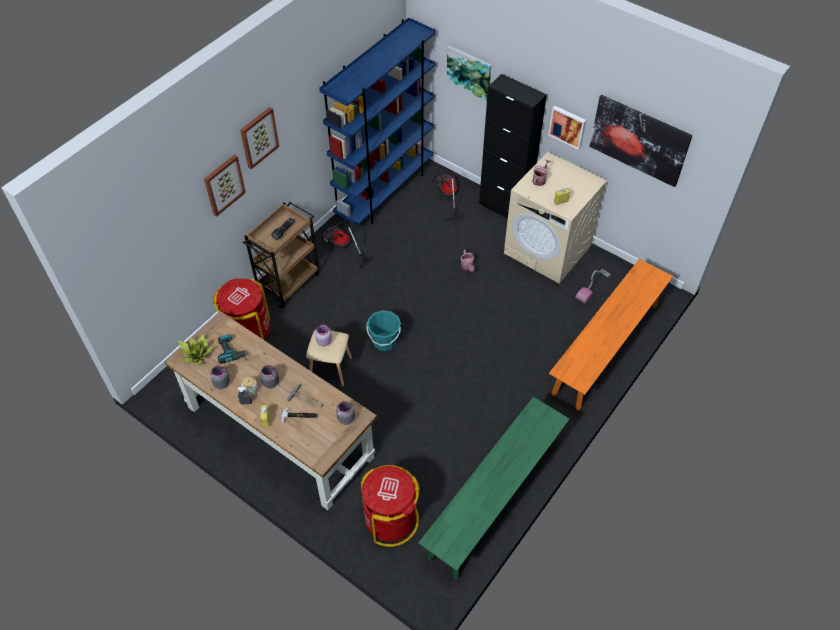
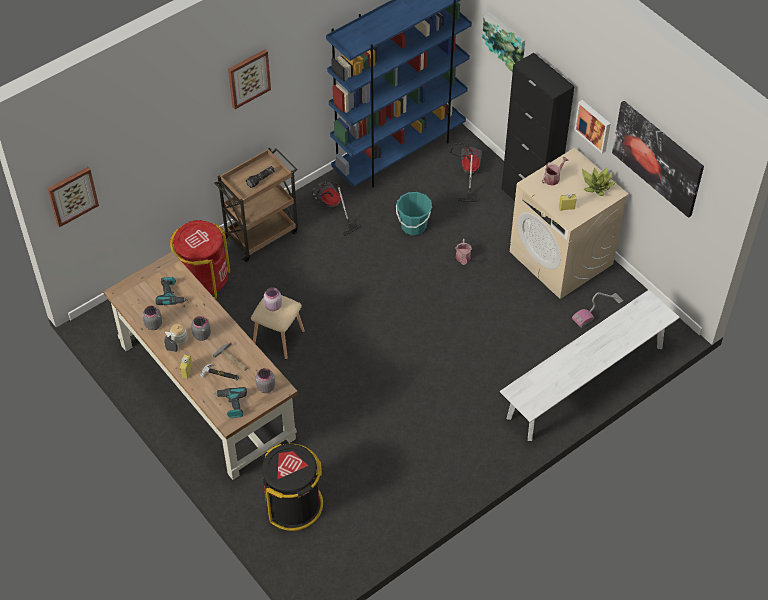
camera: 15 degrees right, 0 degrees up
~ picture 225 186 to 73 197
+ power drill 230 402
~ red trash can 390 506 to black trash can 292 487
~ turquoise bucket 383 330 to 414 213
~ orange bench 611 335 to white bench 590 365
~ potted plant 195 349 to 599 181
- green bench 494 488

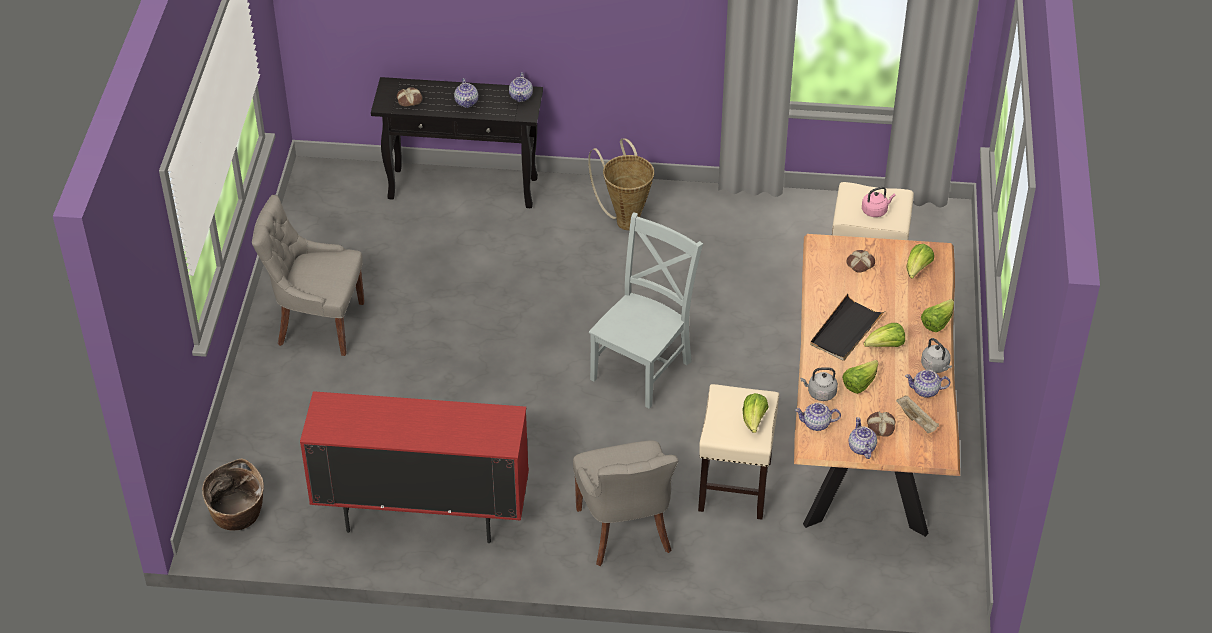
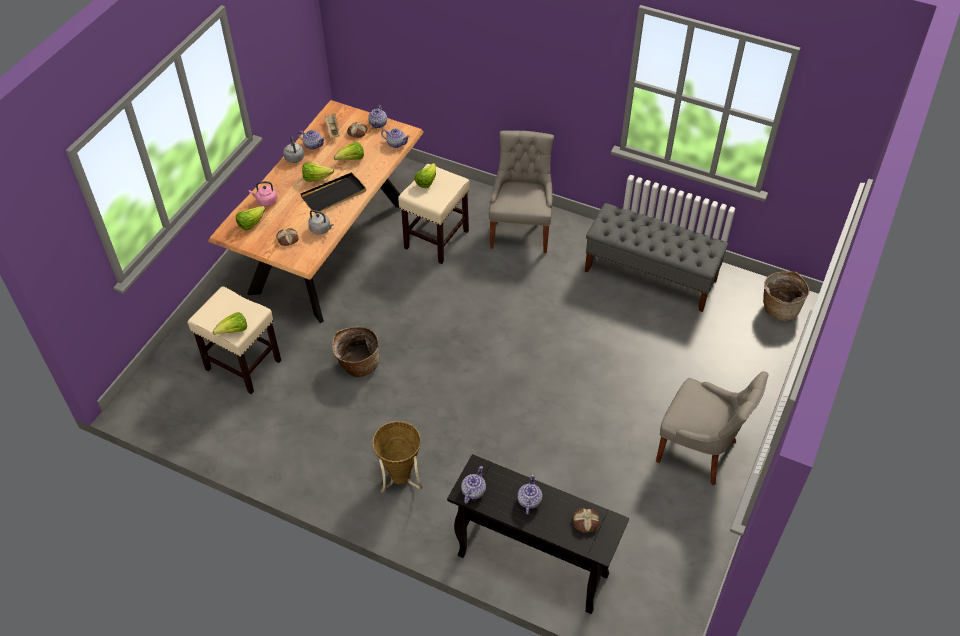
camera: 160 degrees left, 5 degrees up
~ lettuce 937 315 to 230 323
~ pink kettle 878 202 to 263 193
~ grey kettle 819 384 to 321 222
+ basket 355 352
~ red cabinet 414 467 to grey bench 657 257
- grey chair 646 310

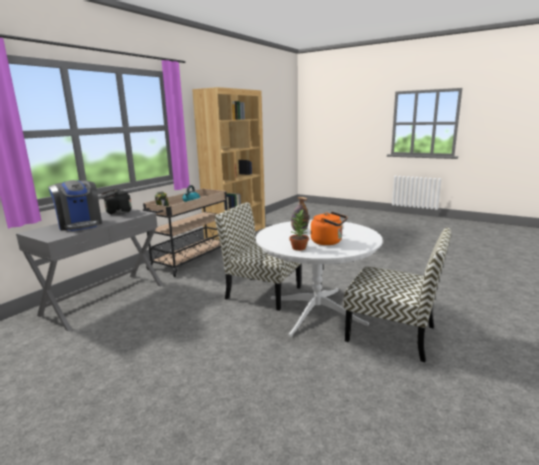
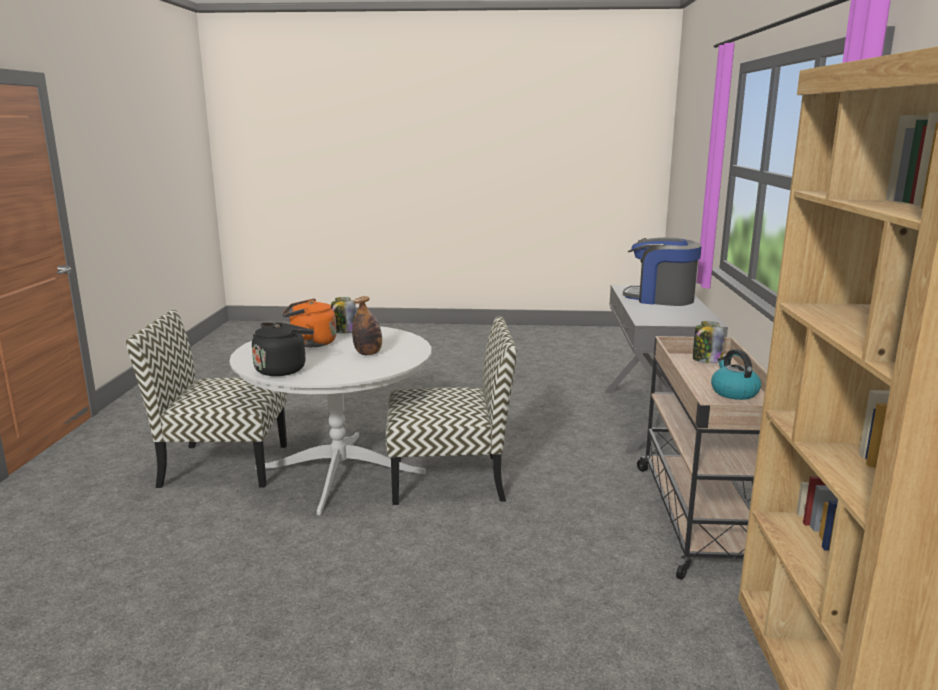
camera: 150 degrees right, 0 degrees up
~ black kettle 116 202 to 283 349
~ potted plant 299 230 to jar 343 315

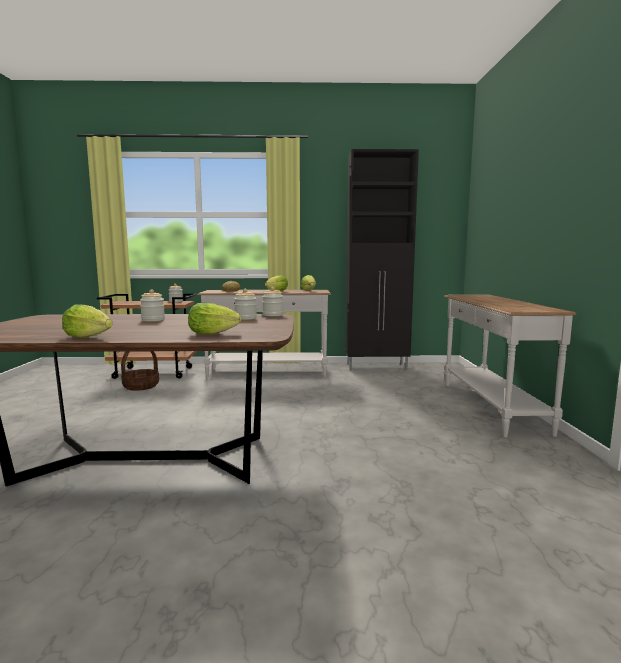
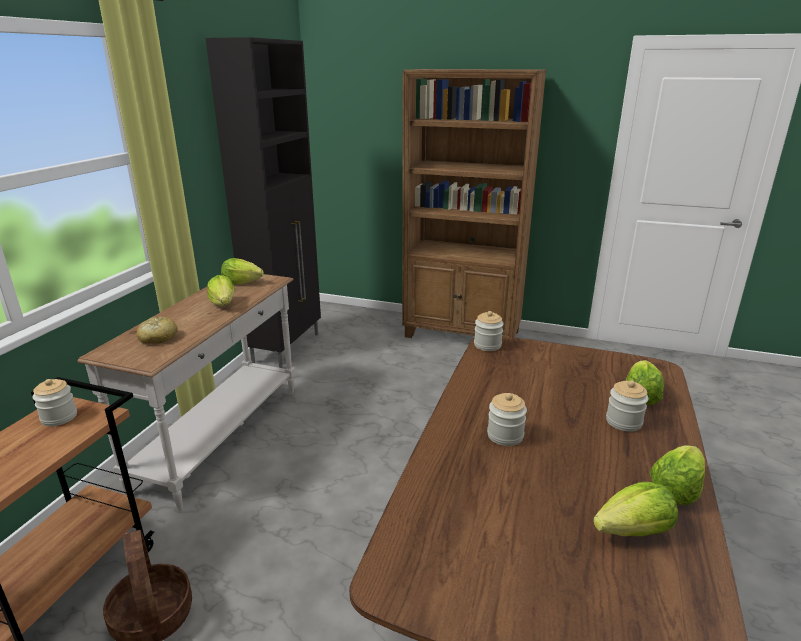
camera: 70 degrees left, 15 degrees up
~ white console table 510 366 to brown bookcase 474 203
+ lettuce 635 509
~ jar 245 304 to 627 406

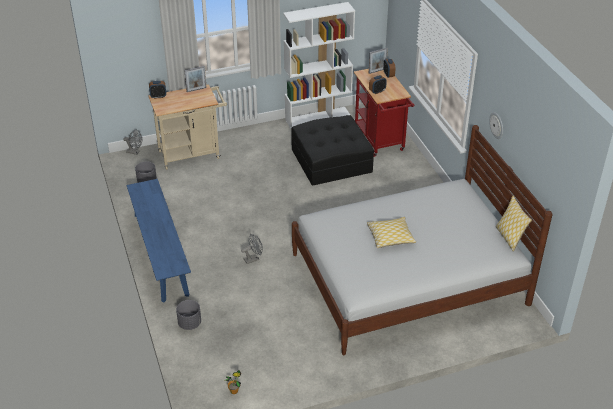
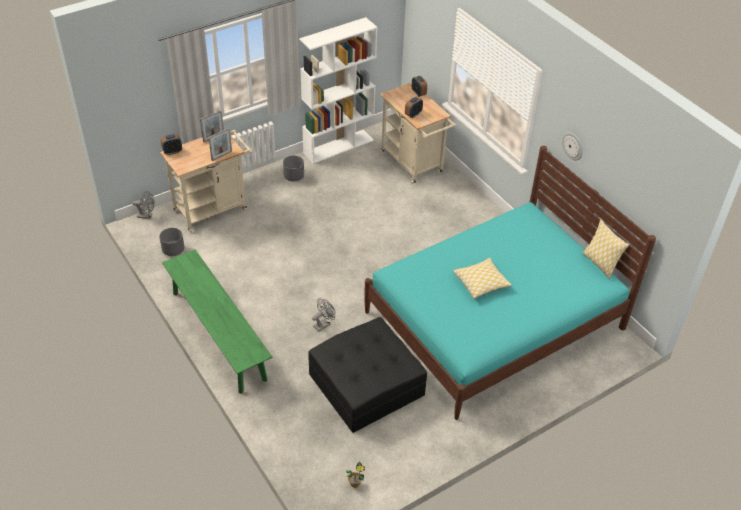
camera: 15 degrees left, 5 degrees up
~ blue bench 159 241 to green bench 217 321
~ picture frame 378 61 to 220 144
~ grey planter 188 315 to 293 168
~ black ottoman 332 150 to 367 375
~ white bed 422 240 to turquoise bed 510 283
~ red cart 384 113 to beige cart 418 133

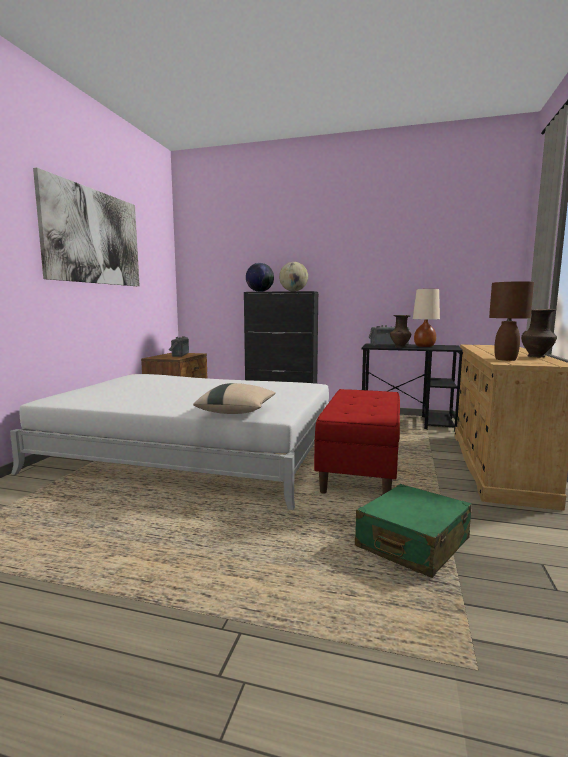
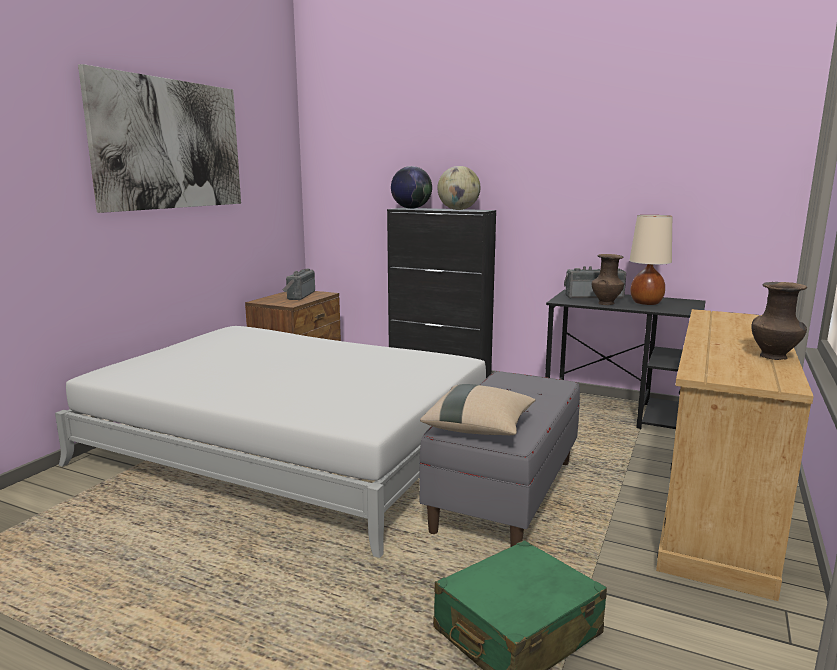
camera: 10 degrees right, 5 degrees up
~ red bench 357 441 to grey bench 499 459
~ beige pillow 234 398 to 478 409
- brown table lamp 511 321

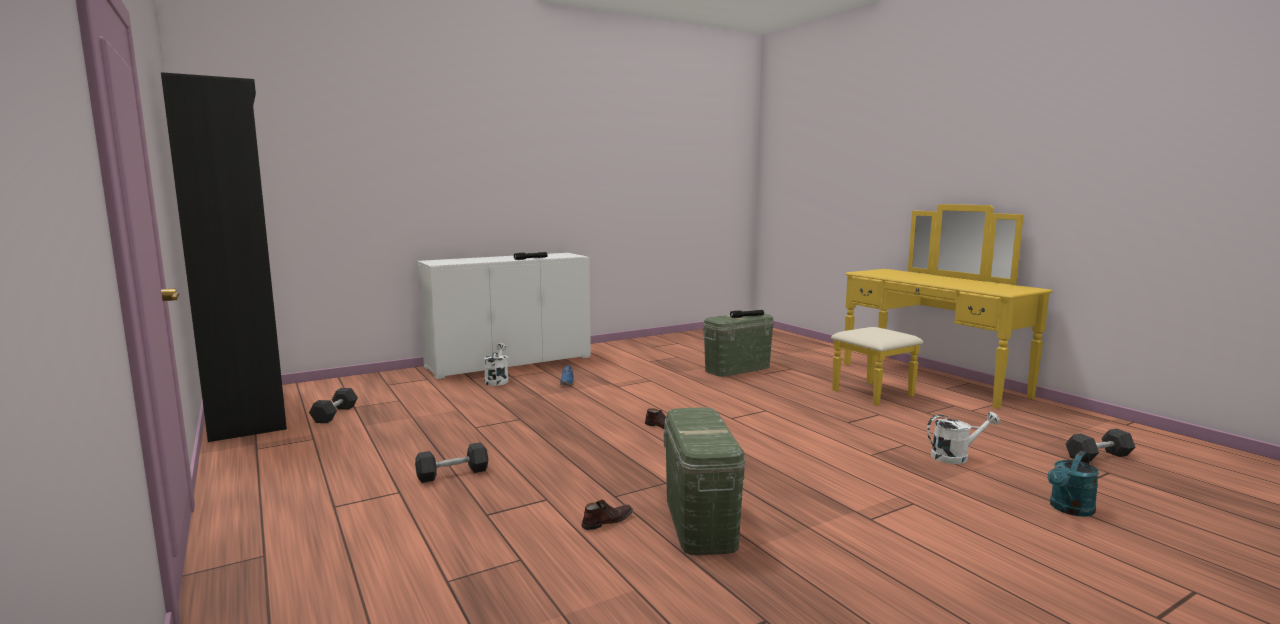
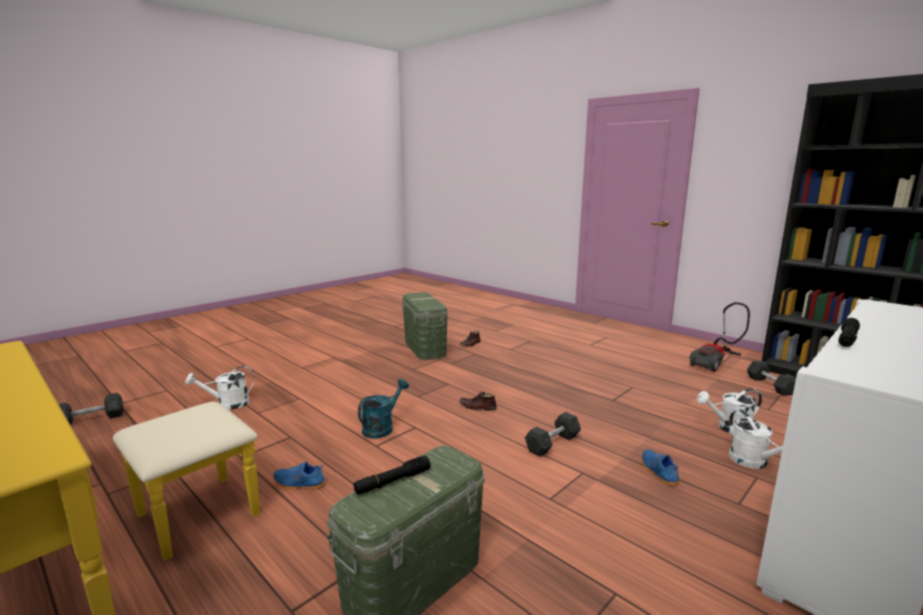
camera: 165 degrees right, 5 degrees up
+ blue shoe 300 475
~ turquoise watering can 1073 484 to 383 409
~ grey dumbbell 451 462 to 553 434
+ vacuum cleaner 719 337
+ white watering can 729 411

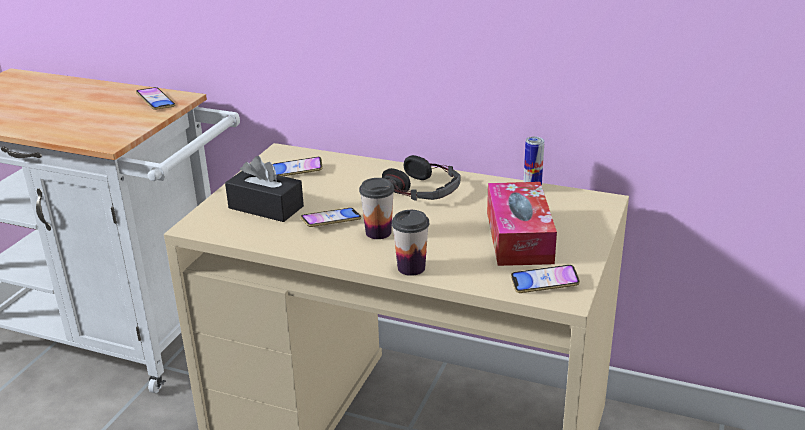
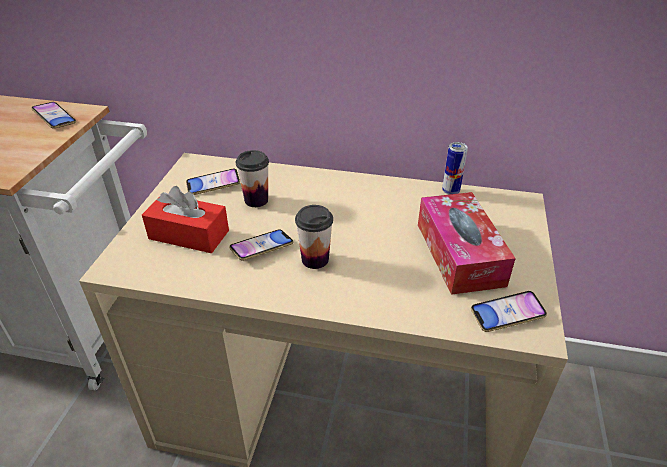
camera: 10 degrees left, 10 degrees up
~ black tissue box 264 189 to red tissue box 185 219
~ cup 410 243 to 252 178
- headphones 421 178

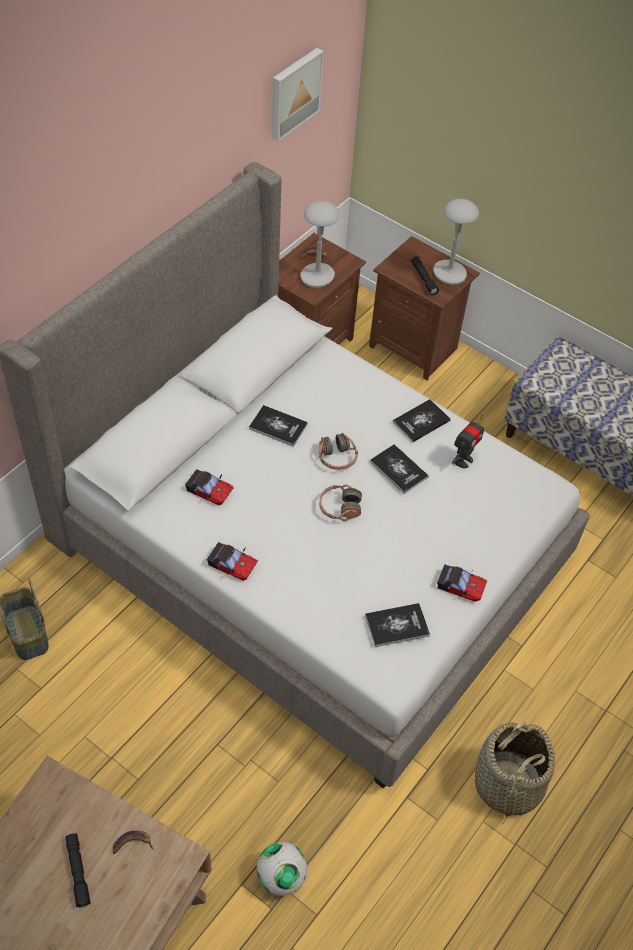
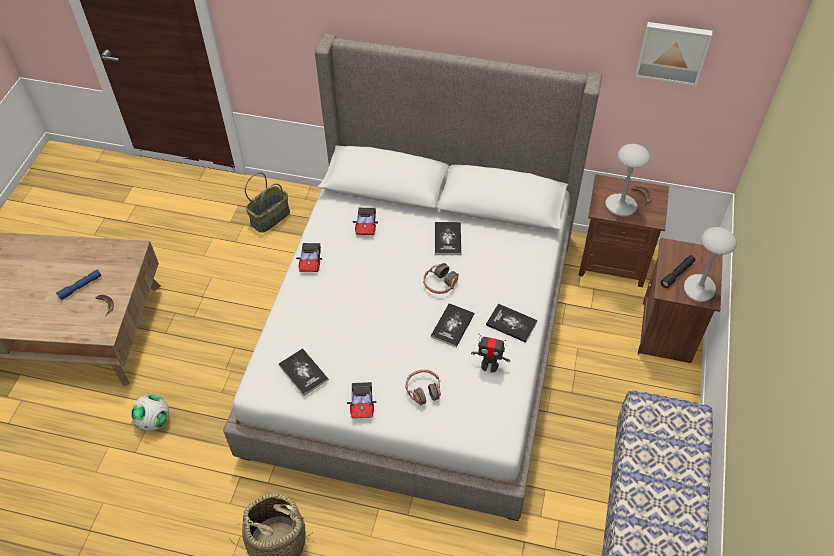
camera: 70 degrees right, 0 degrees up
~ black flashlight 78 870 to blue flashlight 78 285
~ headphones 340 503 to 423 387

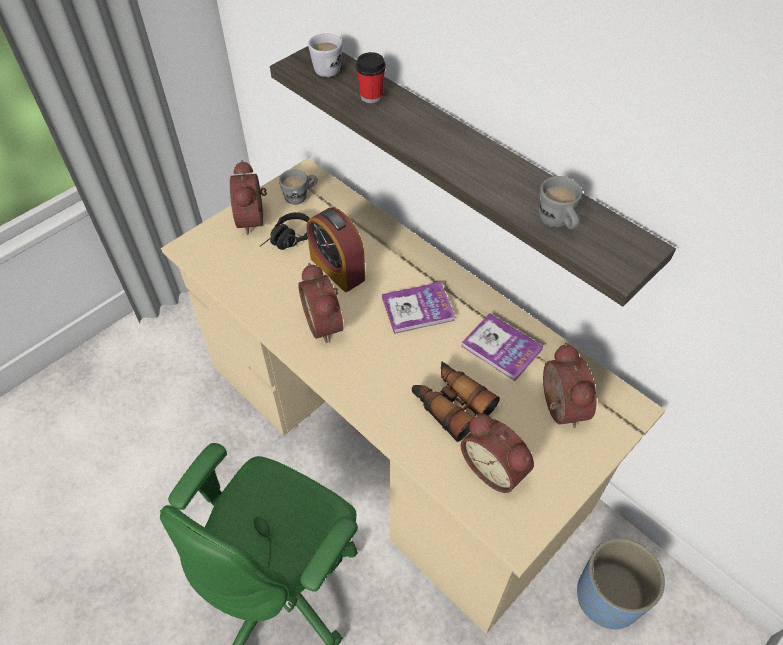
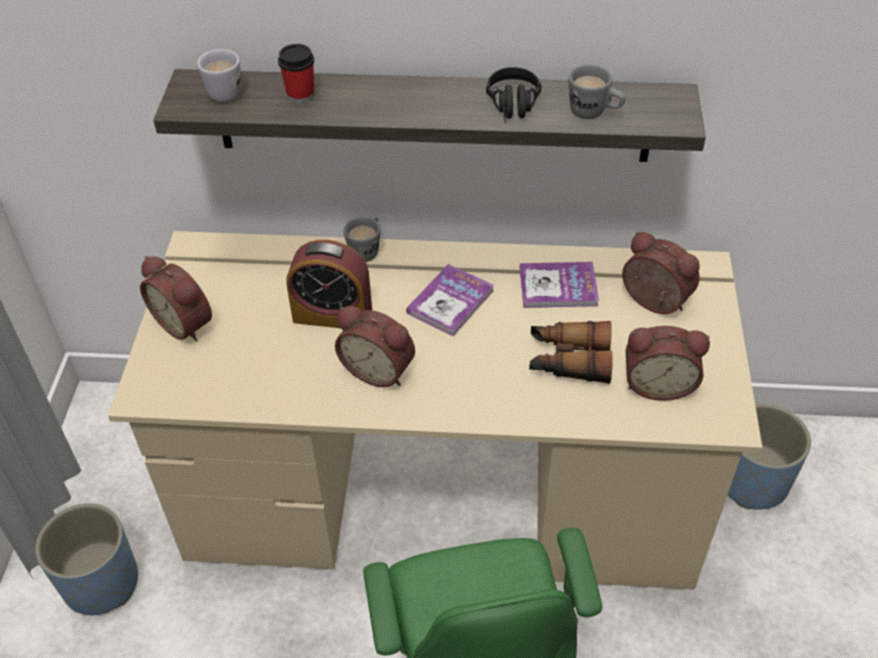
camera: 40 degrees left, 5 degrees down
+ blue planter 86 559
~ grey mug 298 187 to 362 239
~ black headphones 285 231 to 514 95

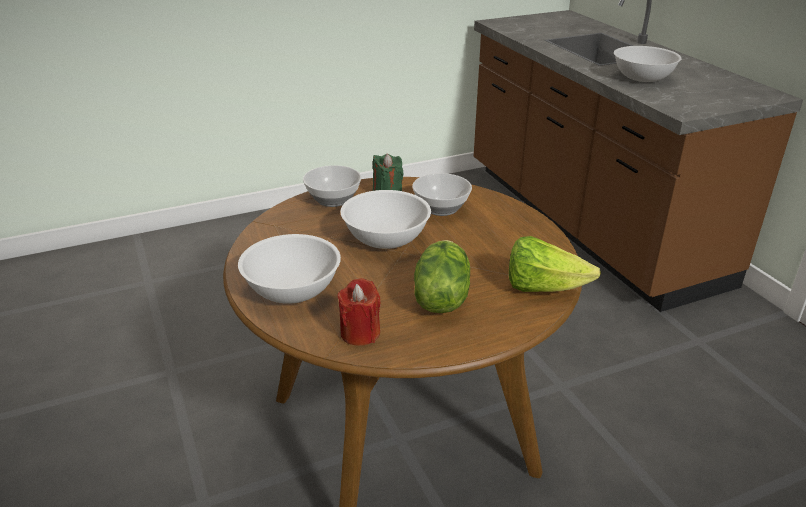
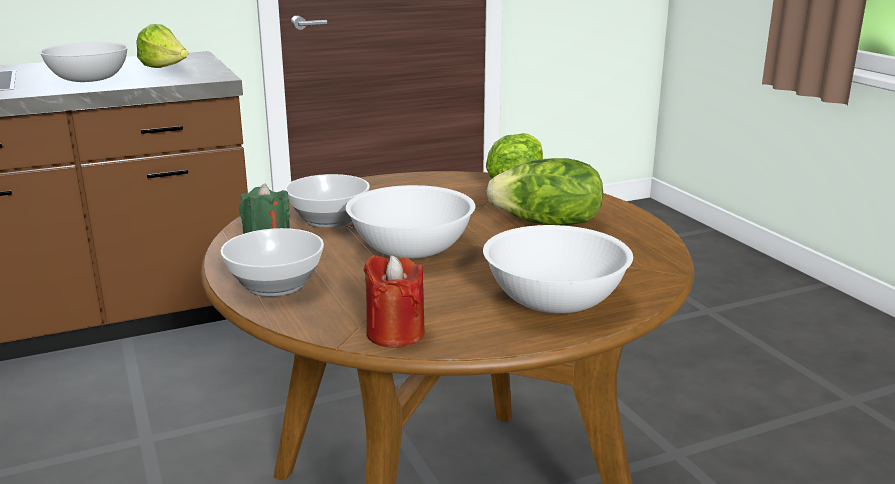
camera: 90 degrees left, 10 degrees down
+ lettuce 162 46
~ red candle 359 312 to 394 301

